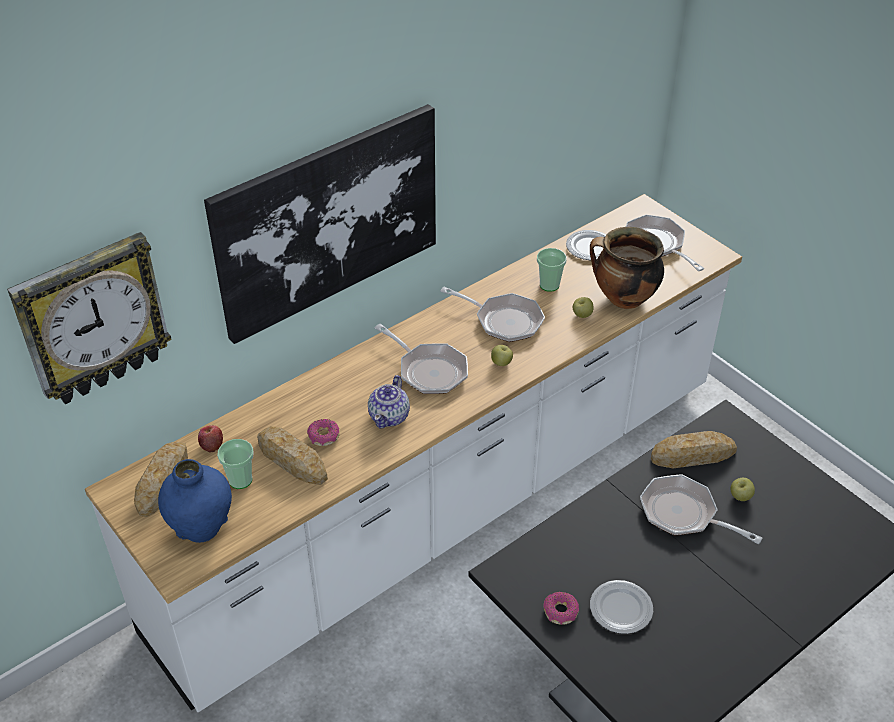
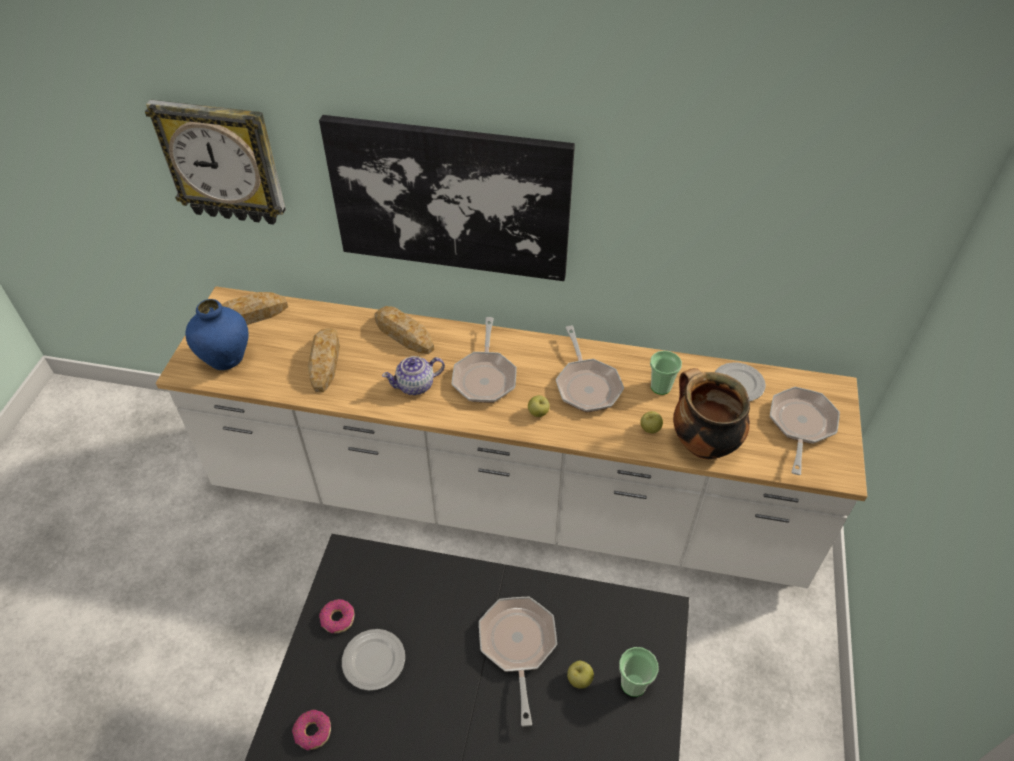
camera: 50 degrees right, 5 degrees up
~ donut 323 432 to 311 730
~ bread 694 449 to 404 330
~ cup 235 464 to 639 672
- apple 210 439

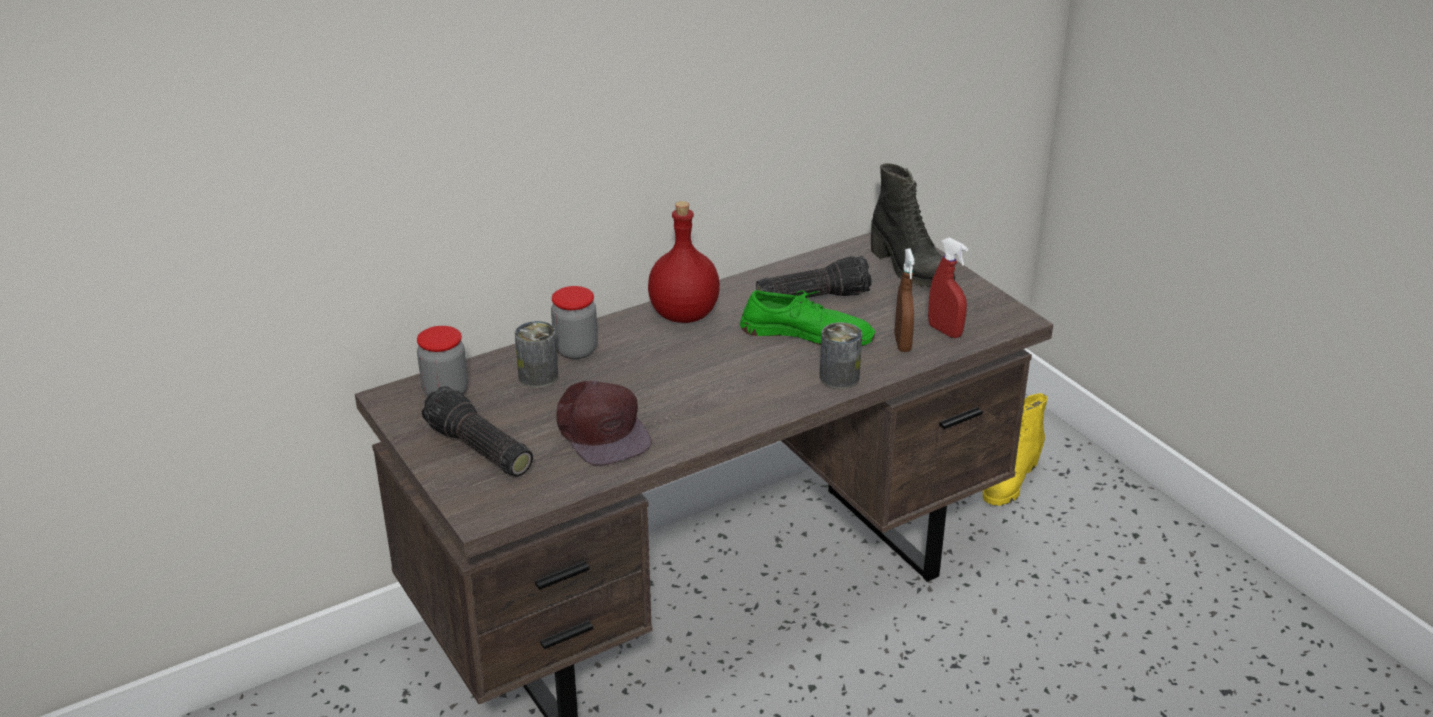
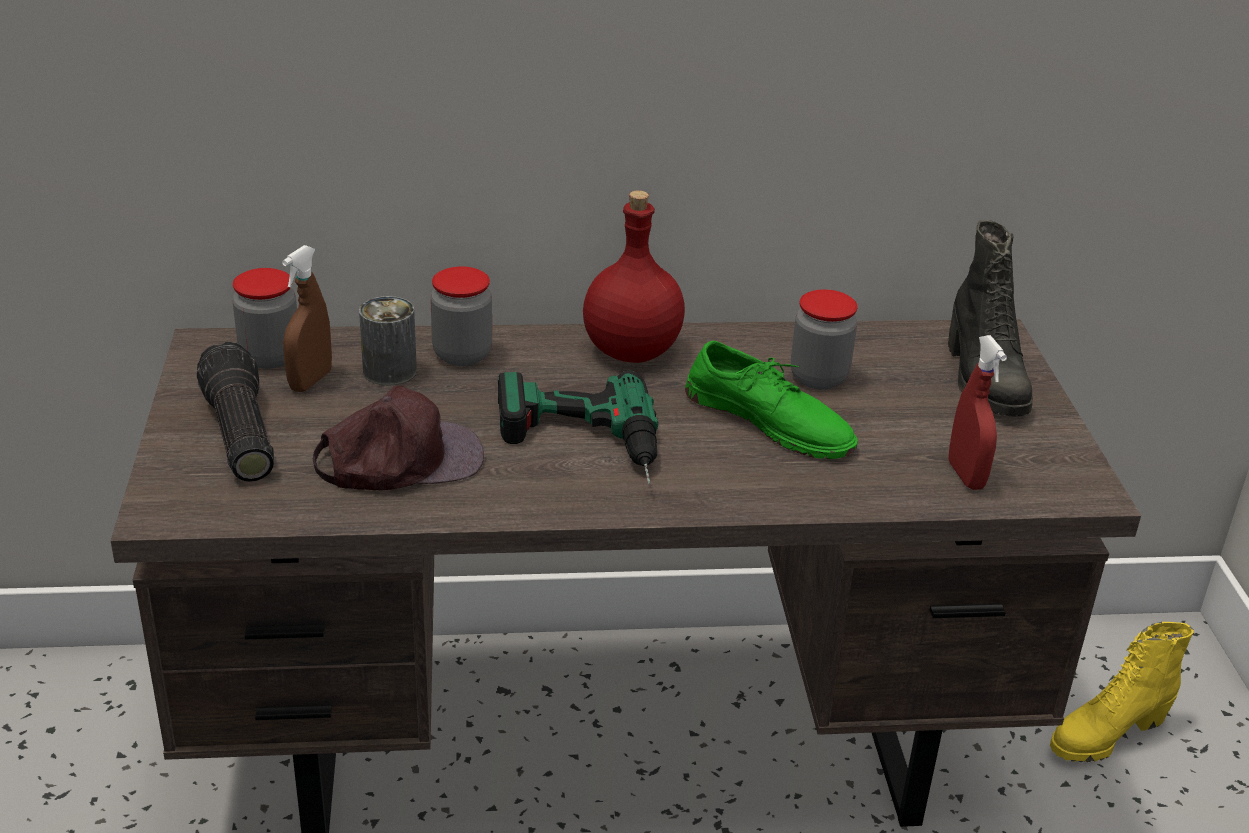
camera: 25 degrees right, 0 degrees up
~ brown spray bottle 904 300 to 307 318
~ brown cap 603 423 = 398 438 105 degrees counterclockwise
+ power drill 578 427
~ flashlight 814 277 to jar 824 339
- can 841 355

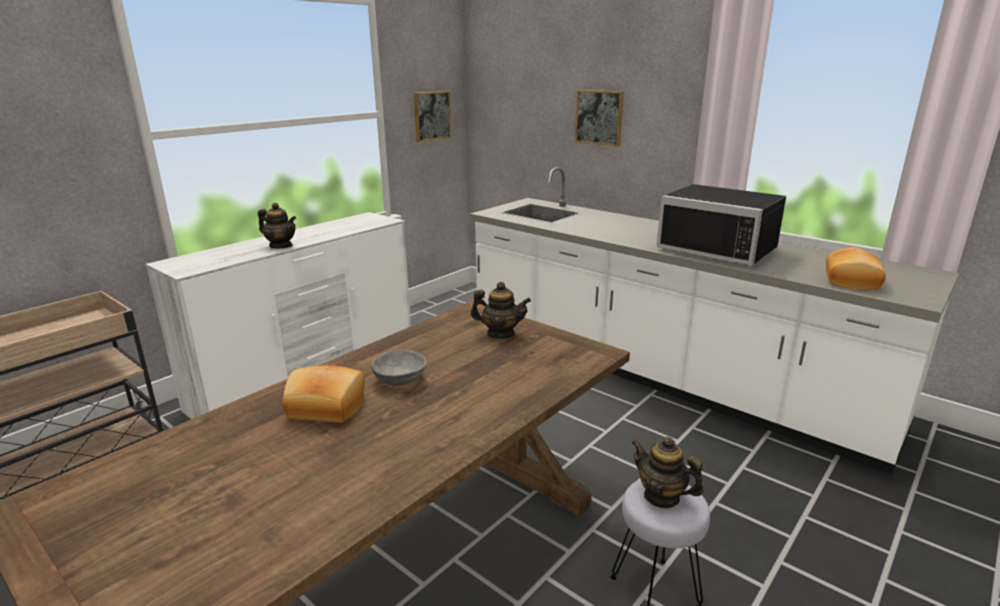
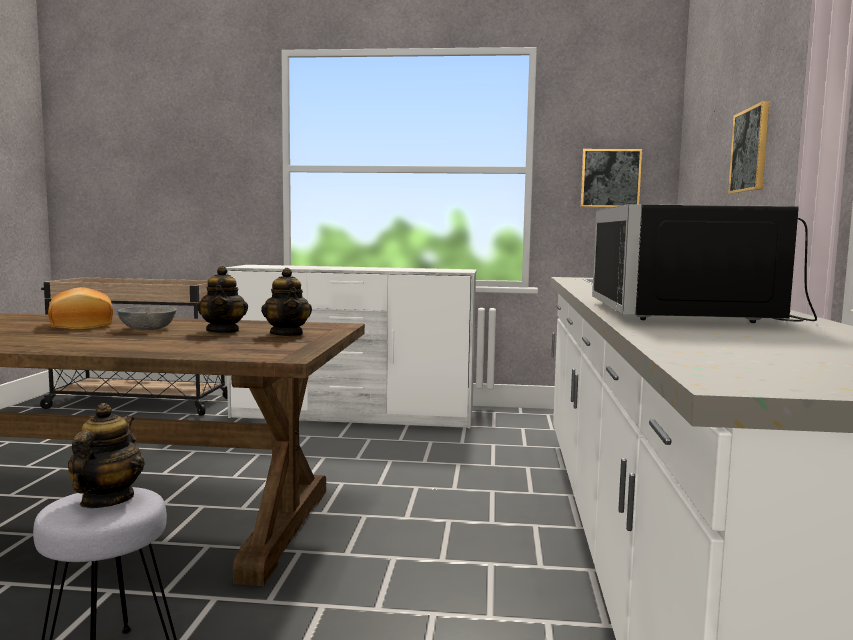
camera: 55 degrees right, 15 degrees down
~ teapot 277 225 to 222 299
- bread 856 268

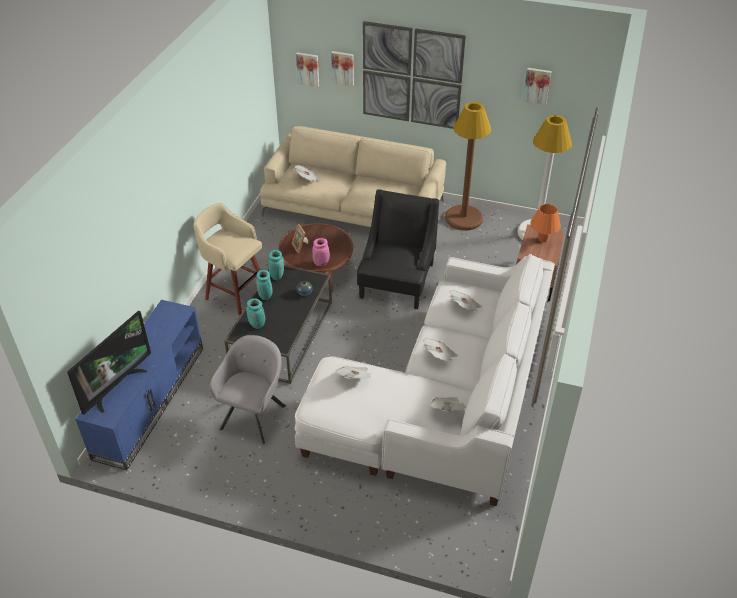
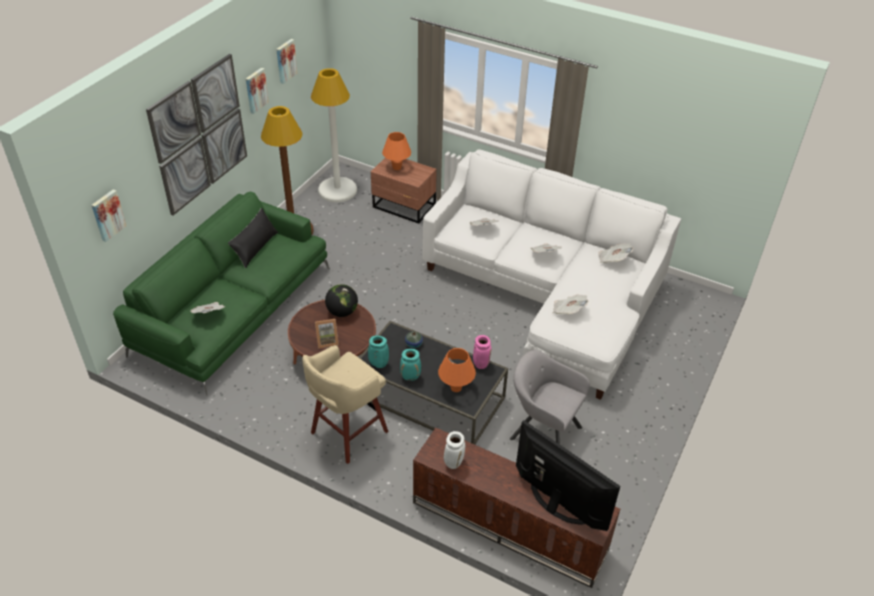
camera: 80 degrees left, 0 degrees up
~ beige sofa 353 176 to green sofa 221 294
+ black pillow 253 238
~ picture 342 69 to 257 91
+ globe 341 300
~ blue tv stand 139 385 to brown tv stand 516 507
~ turquoise vase 255 313 to orange table lamp 457 370
+ white vase 454 450
~ pink vase 321 252 to 482 352
- black armchair 398 249

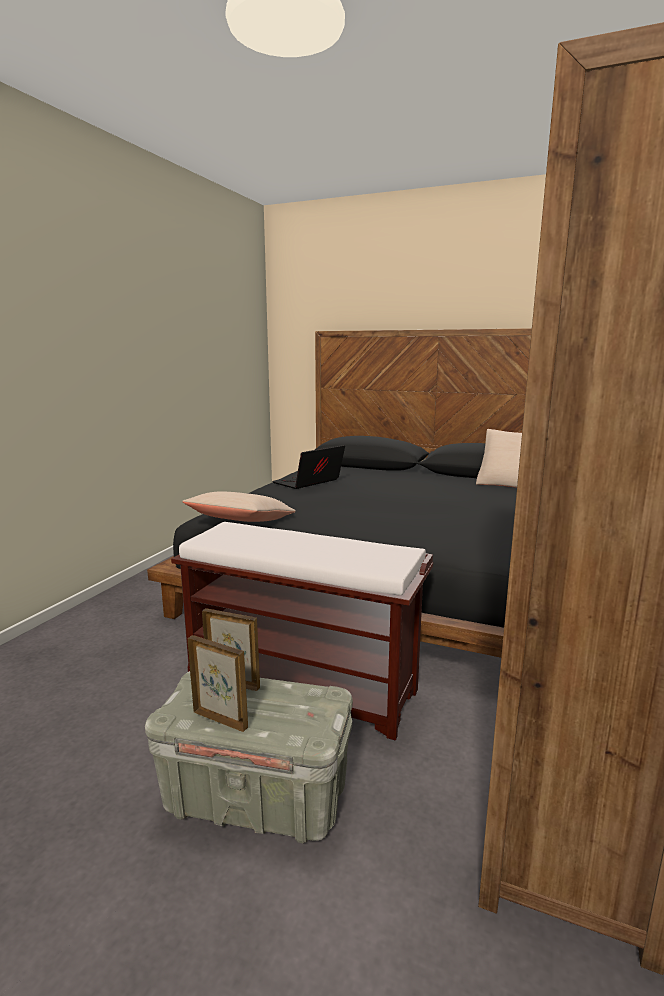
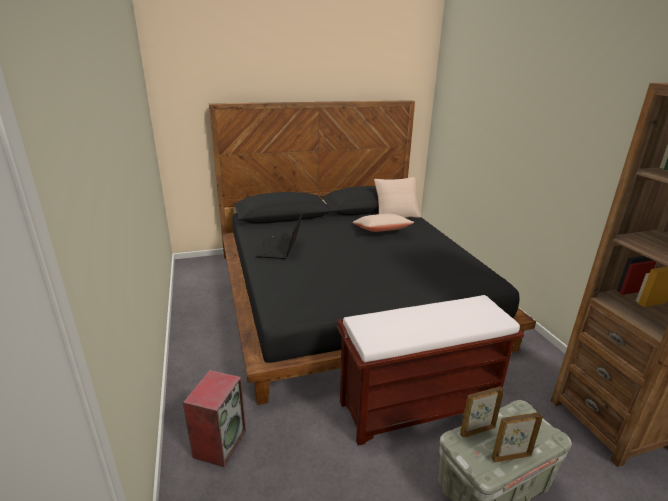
camera: 40 degrees left, 10 degrees up
+ speaker 214 418
~ beige pillow 239 506 to 383 223

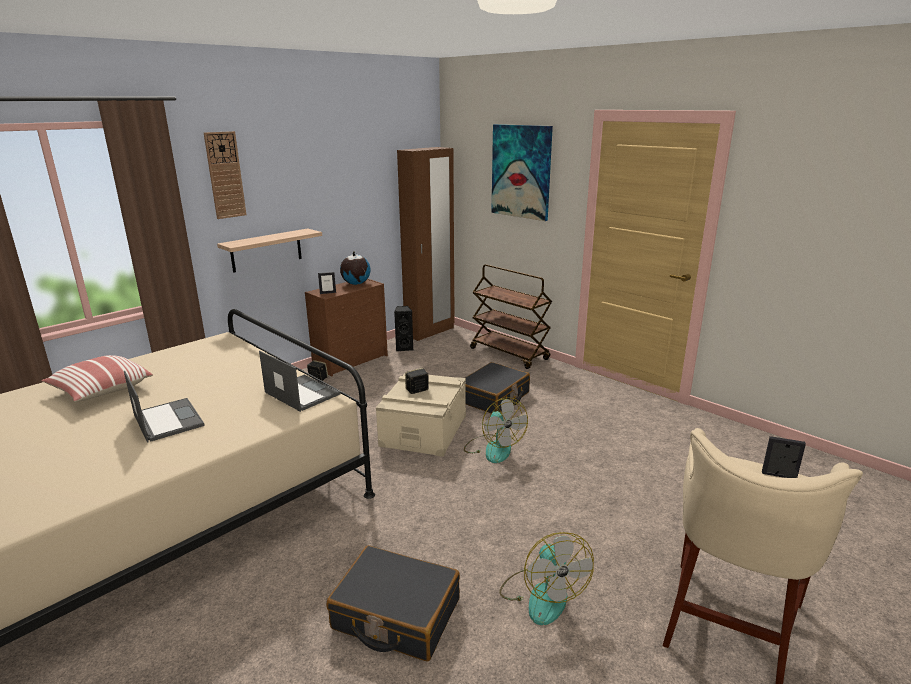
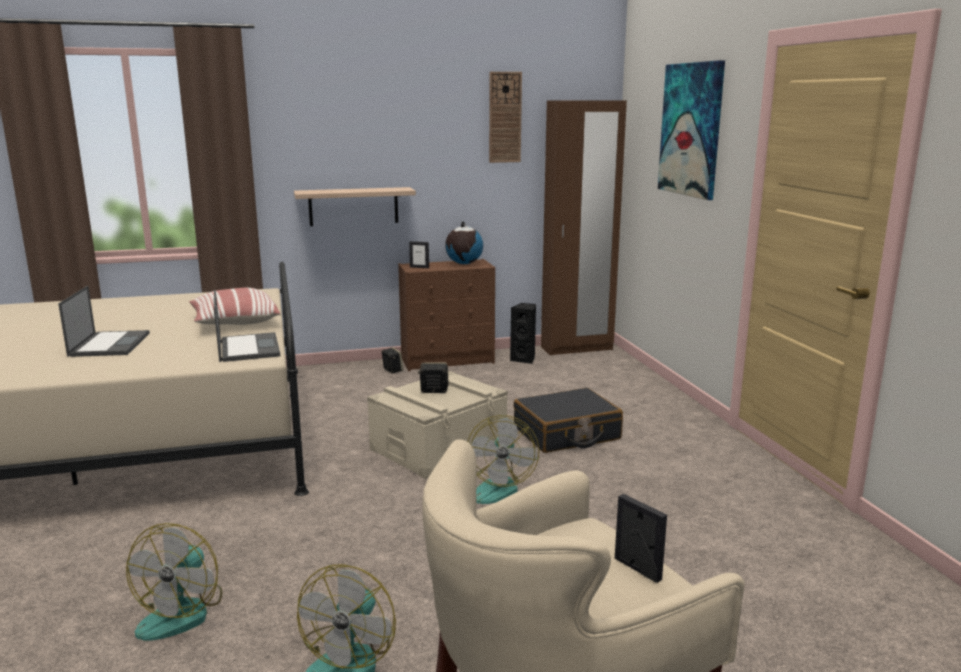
camera: 30 degrees right, 5 degrees down
~ black suitcase 393 603 to fan 174 582
~ pillow 97 378 to 234 306
~ wall clock 225 175 to 505 117
- brown cart 511 316

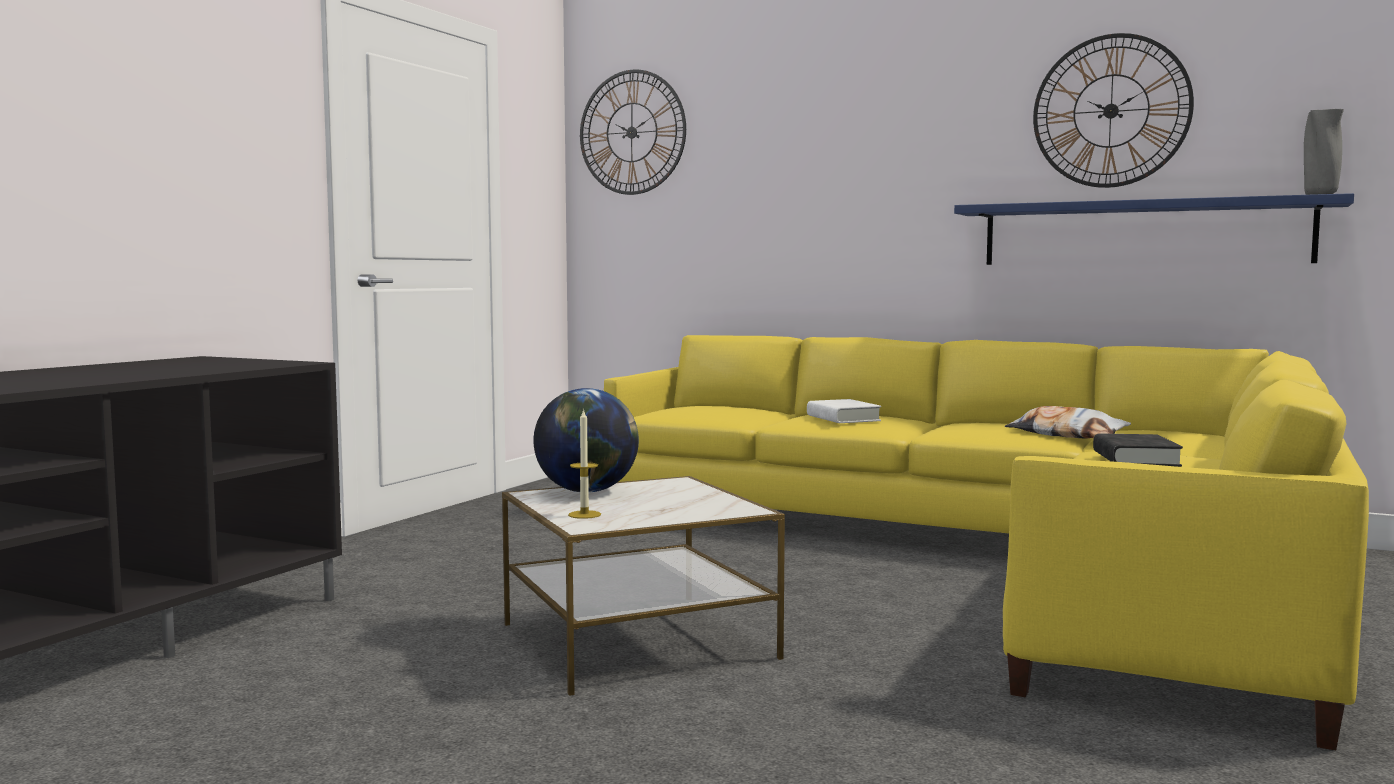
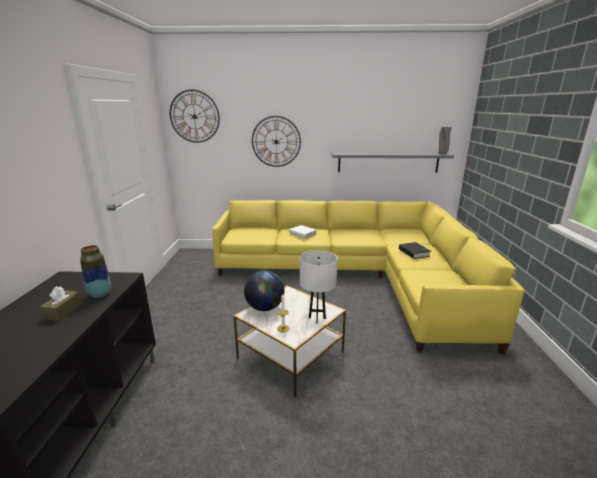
camera: 25 degrees left, 15 degrees up
+ brown tissue box 61 303
+ vase 95 271
~ wall clock 1113 110 to 276 141
+ white table lamp 319 286
~ blue shelf 1154 229 to grey shelf 392 162
- pillow 1068 422

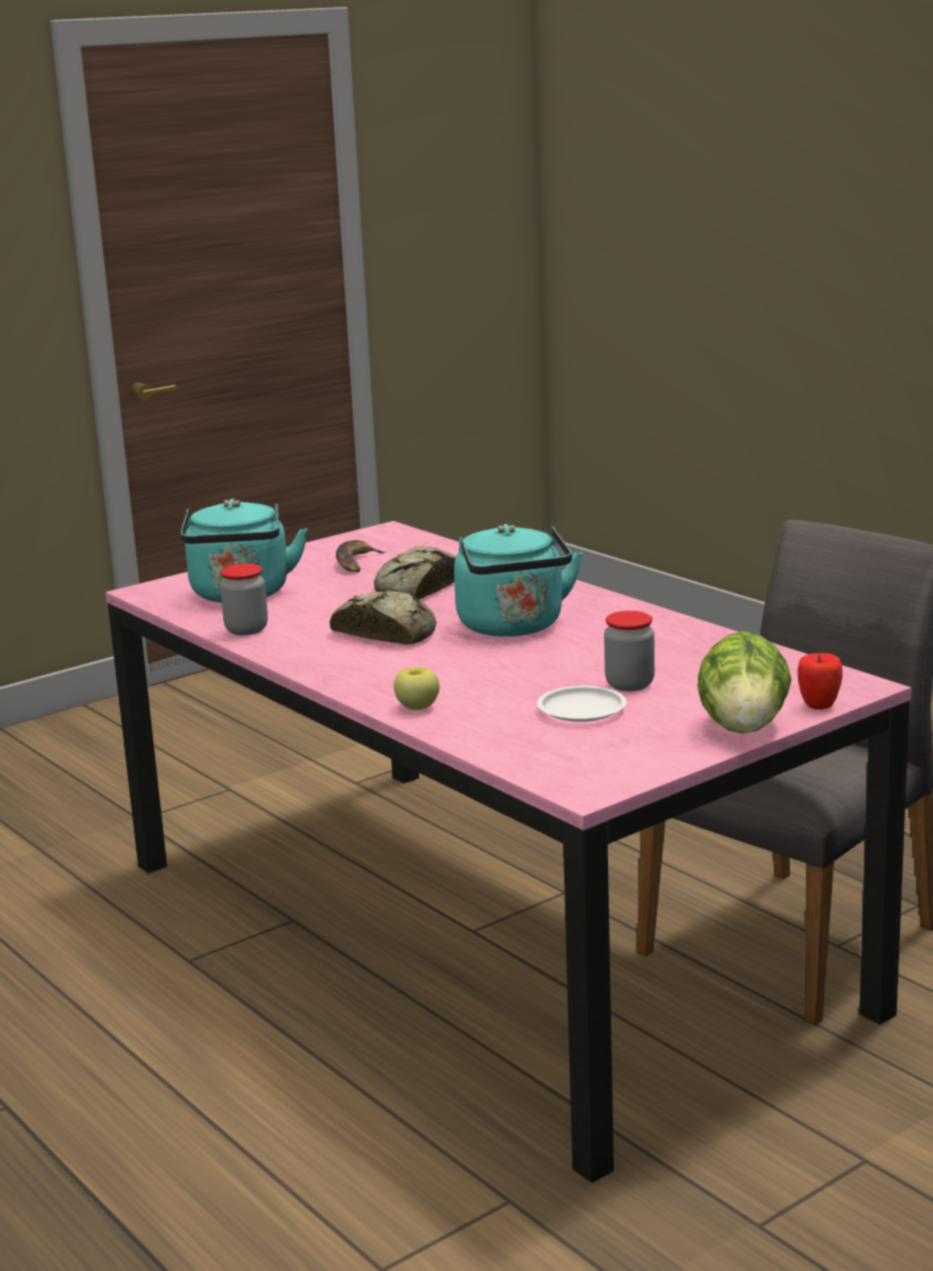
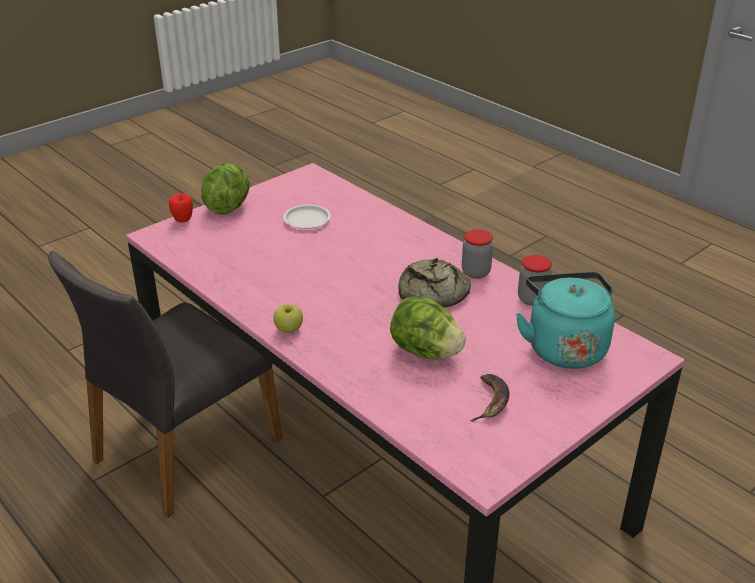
camera: 175 degrees right, 15 degrees up
~ apple 417 688 to 288 318
~ bread 415 573 to lettuce 428 328
~ jar 629 651 to 477 253
- turquoise kettle 518 580

